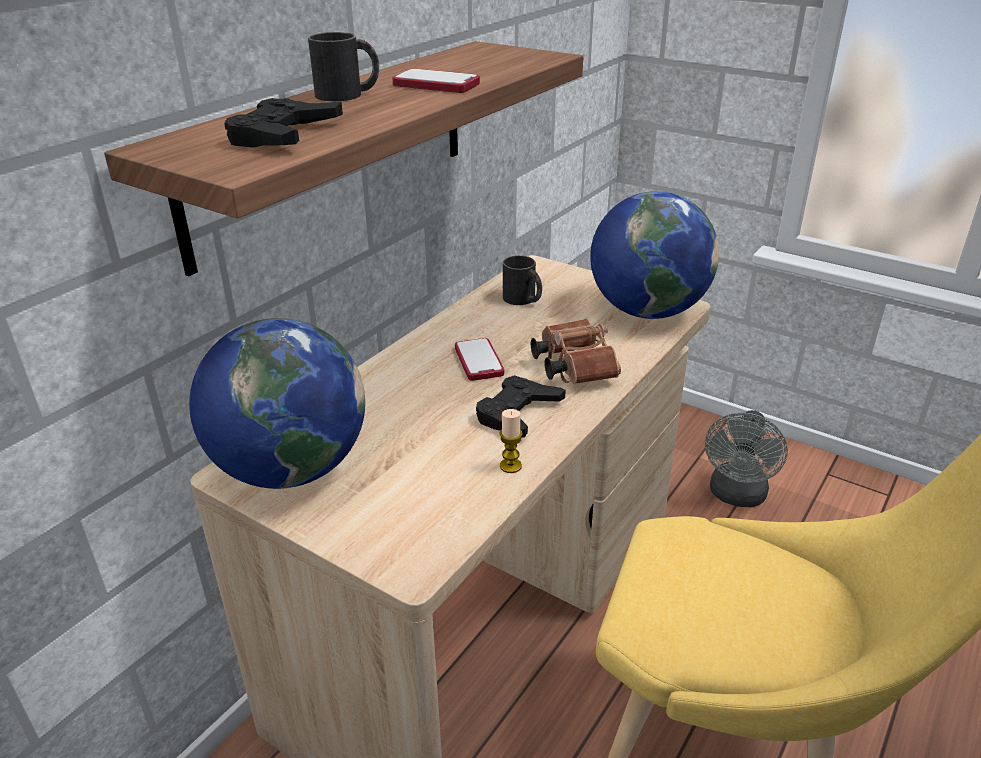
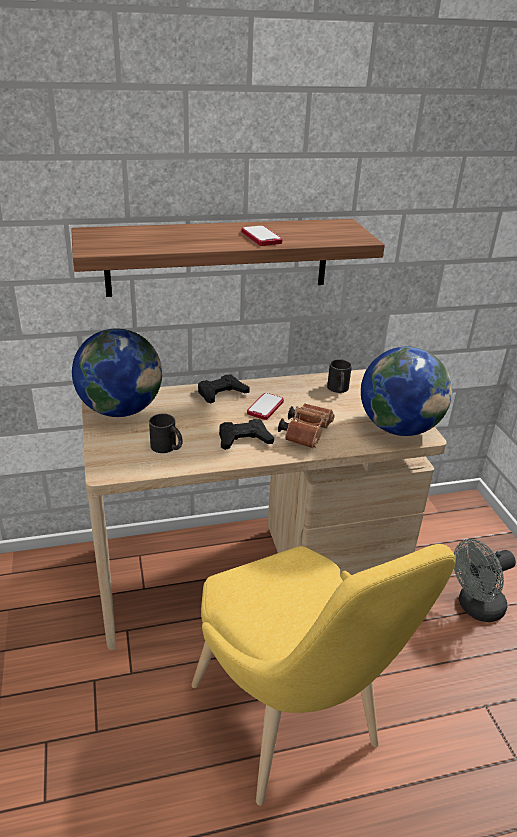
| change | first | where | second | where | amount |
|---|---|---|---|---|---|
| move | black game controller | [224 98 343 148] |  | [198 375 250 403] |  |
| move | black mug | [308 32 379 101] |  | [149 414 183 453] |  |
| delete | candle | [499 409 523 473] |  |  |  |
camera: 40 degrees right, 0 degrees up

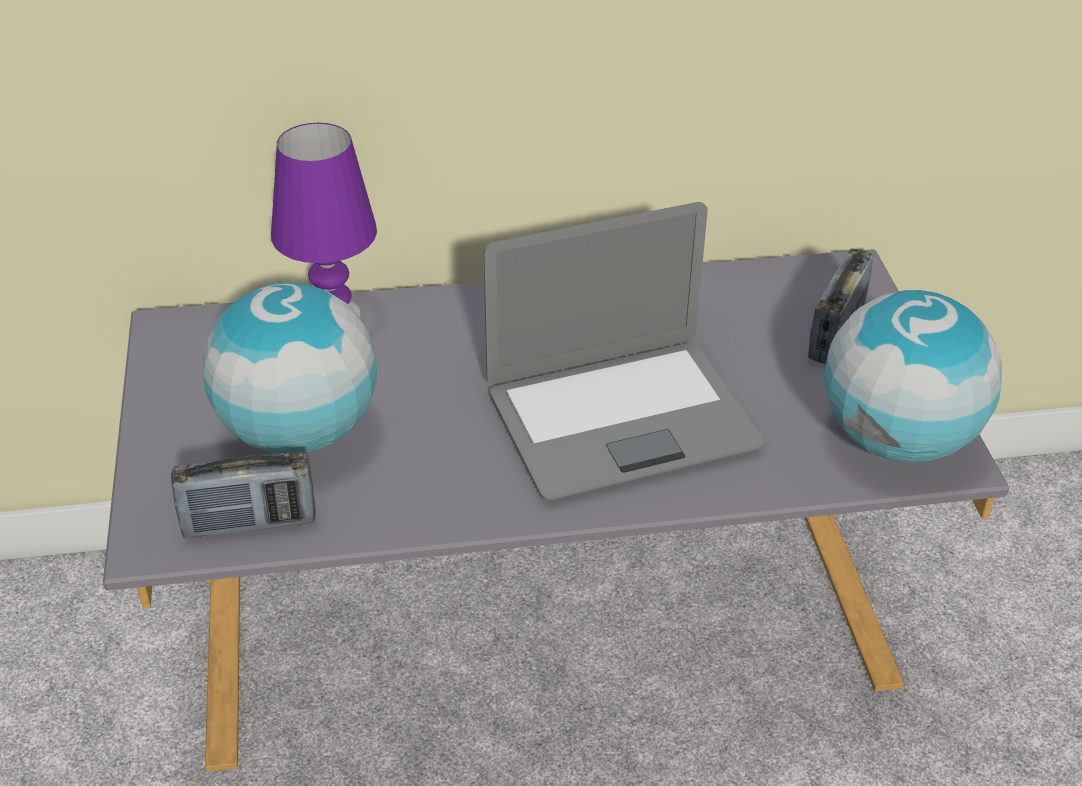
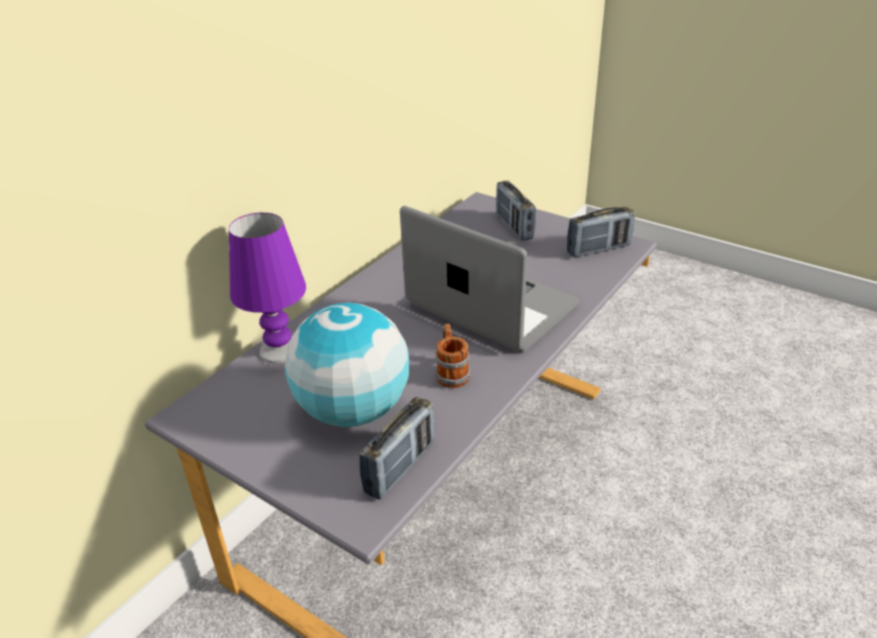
| change | first | where | second | where | amount |
|---|---|---|---|---|---|
| rotate | laptop | [484 202 764 500] |  | [400 206 579 353] | 75 degrees counterclockwise |
| replace | globe | [824 290 1002 463] | radio | [567 207 635 257] |  |
| insert |  |  | mug | [435 324 471 388] |  |
camera: 45 degrees left, 5 degrees down

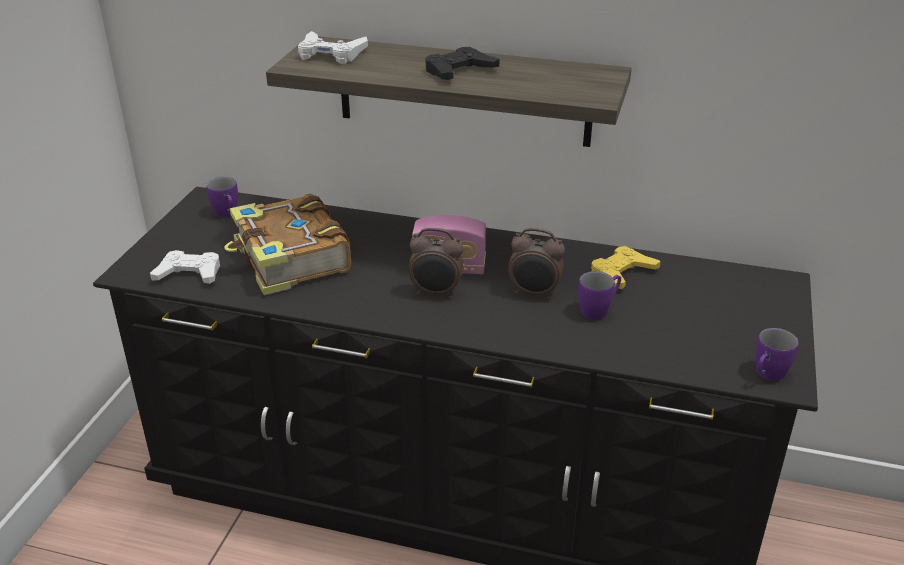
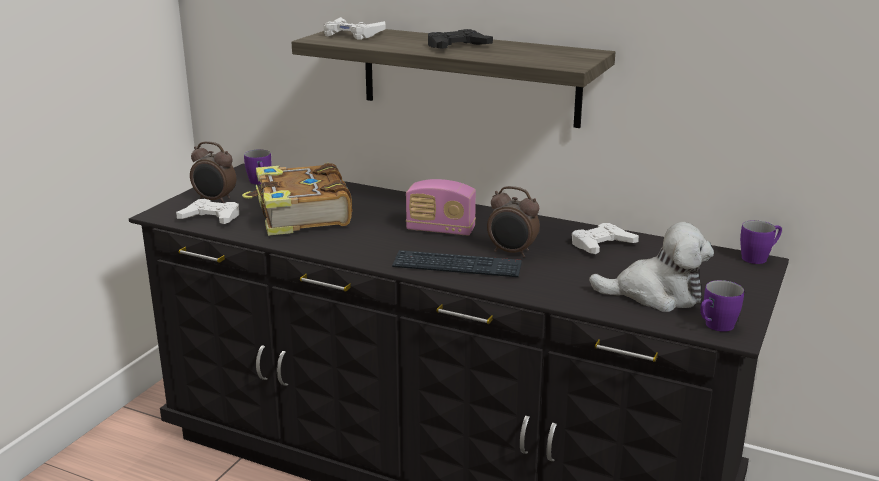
| change | first | where | second | where | amount |
|---|---|---|---|---|---|
| move | alarm clock | [408 228 463 298] |  | [190 141 236 203] |  |
| move | purple mug | [578 271 621 320] |  | [740 220 782 264] |  |
| recolor | yellow game controller | [591 246 661 289] | white game controller | [572 223 639 254] |  |
| insert |  |  | keyboard | [392 250 522 277] |  |
| insert |  |  | plush toy | [589 222 714 312] |  |
camera: 10 degrees right, 10 degrees down

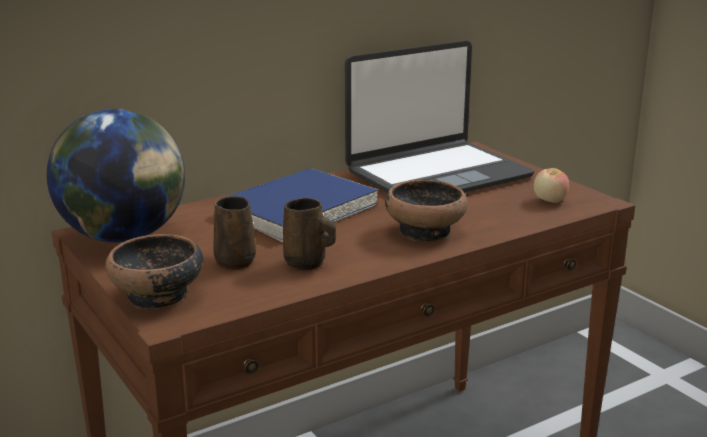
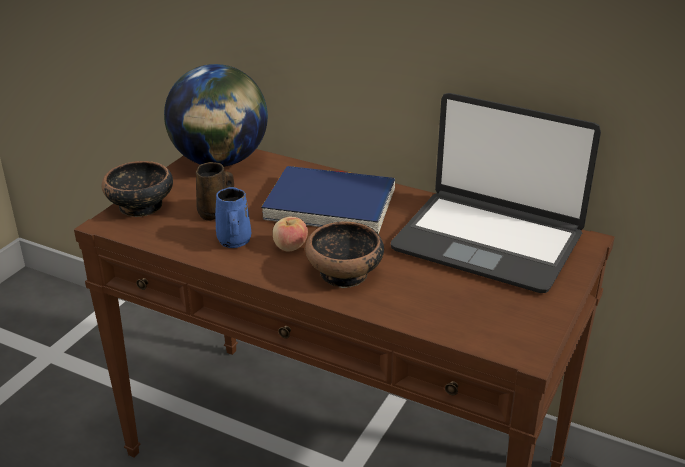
| change | first | where | second | where | amount |
|---|---|---|---|---|---|
| recolor | brown mug | [283 198 336 270] | blue mug | [215 187 251 248] |  |
| move | apple | [534 168 569 203] |  | [273 216 308 252] |  |
camera: 60 degrees right, 10 degrees up

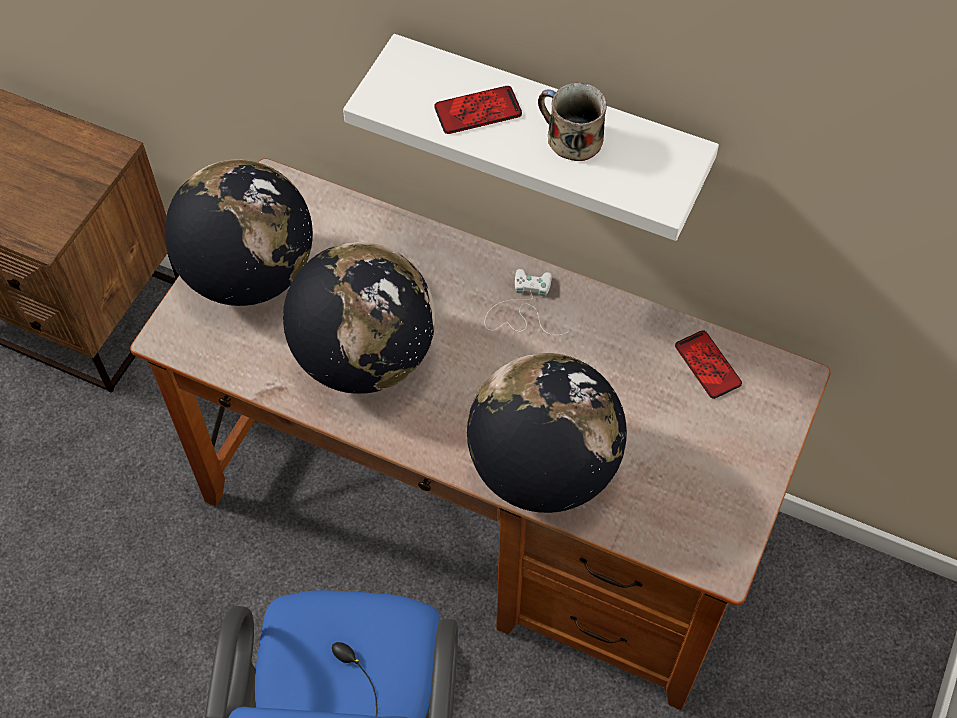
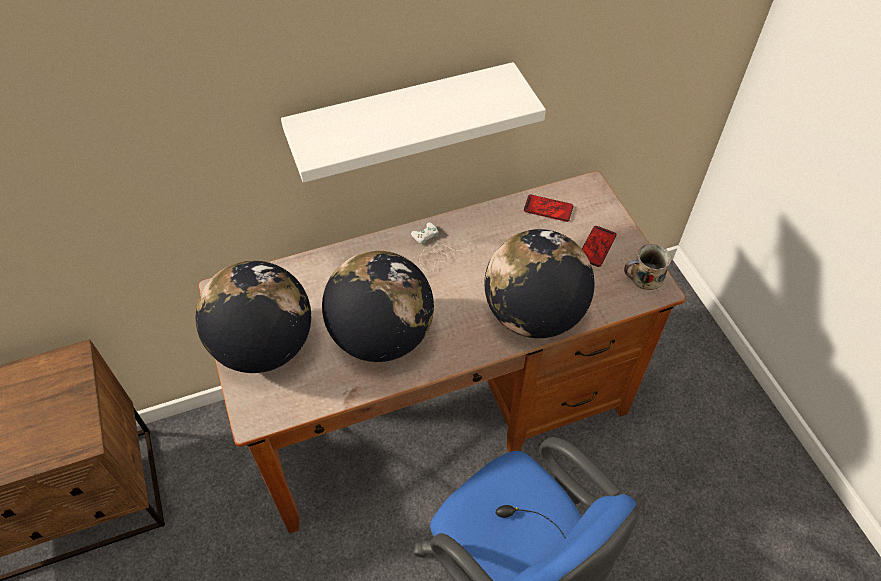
| change | first | where | second | where | amount |
|---|---|---|---|---|---|
| move | phone | [434 86 522 134] |  | [582 226 617 267] |  |
| move | mug | [538 82 607 161] |  | [624 244 671 290] |  |
camera: 45 degrees left, 5 degrees down

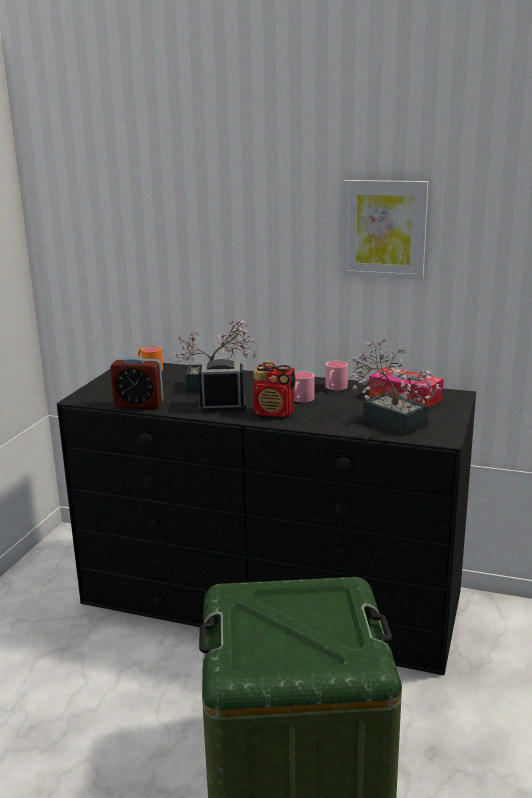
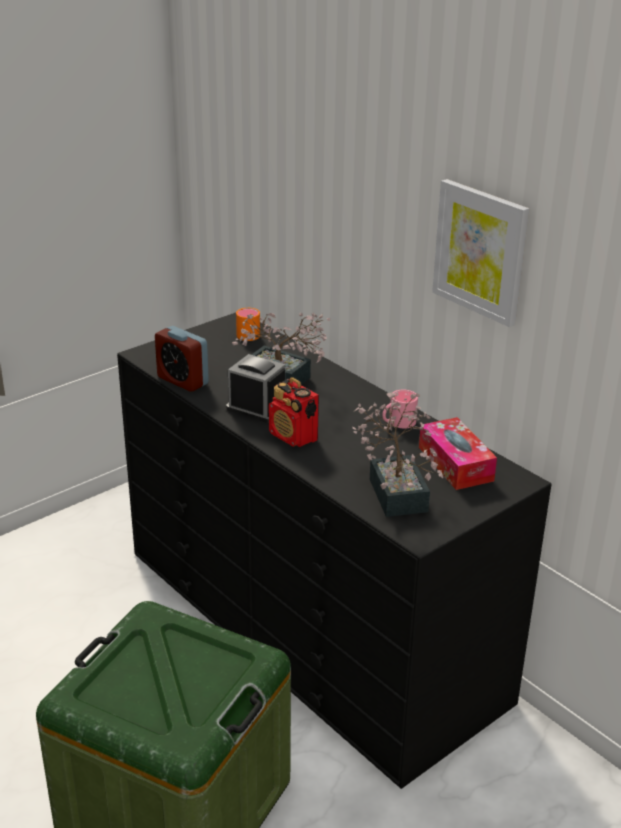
| change | first | where | second | where | amount |
|---|---|---|---|---|---|
| delete | pink mug | [294 371 314 402] |  |  |  |
camera: 30 degrees right, 10 degrees up

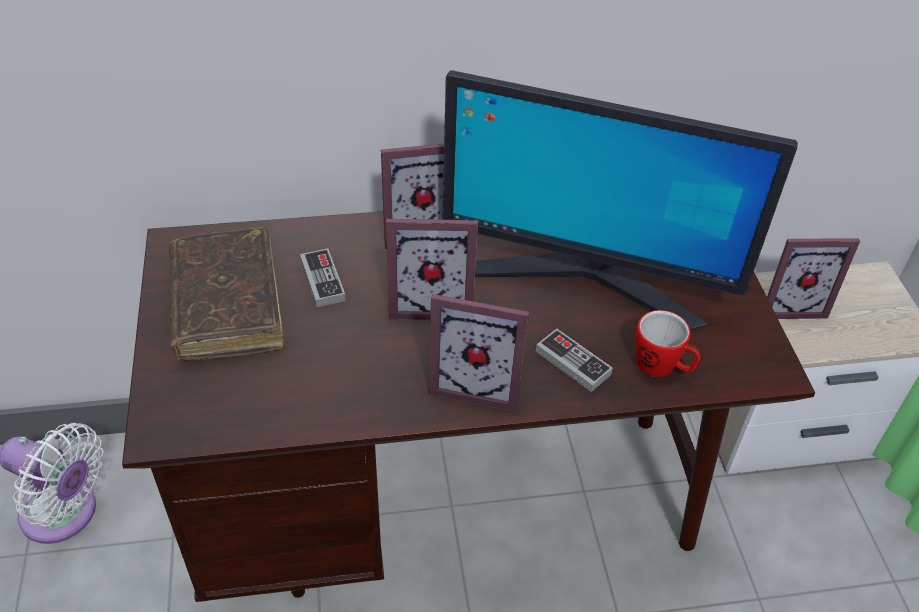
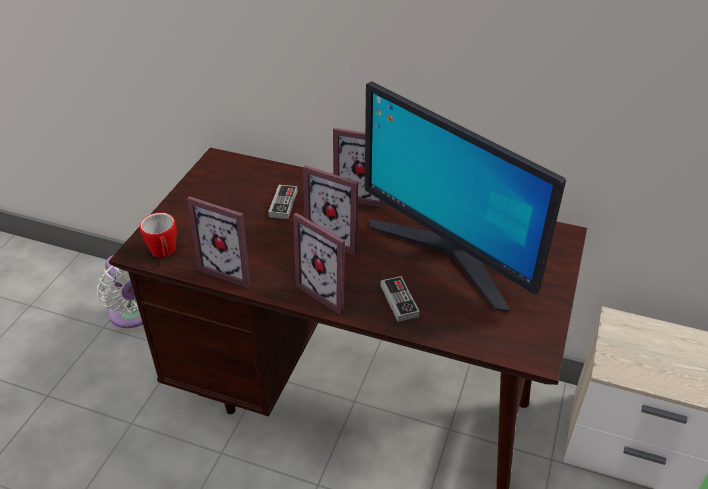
| change | first | where | second | where | amount |
|---|---|---|---|---|---|
| delete | brown book | [169 226 284 361] |  |  |  |
| move | mug | [635 310 702 377] |  | [140 212 177 257] |  |
| move | picture frame | [767 238 860 319] |  | [187 196 251 288] |  |
camera: 30 degrees right, 5 degrees down

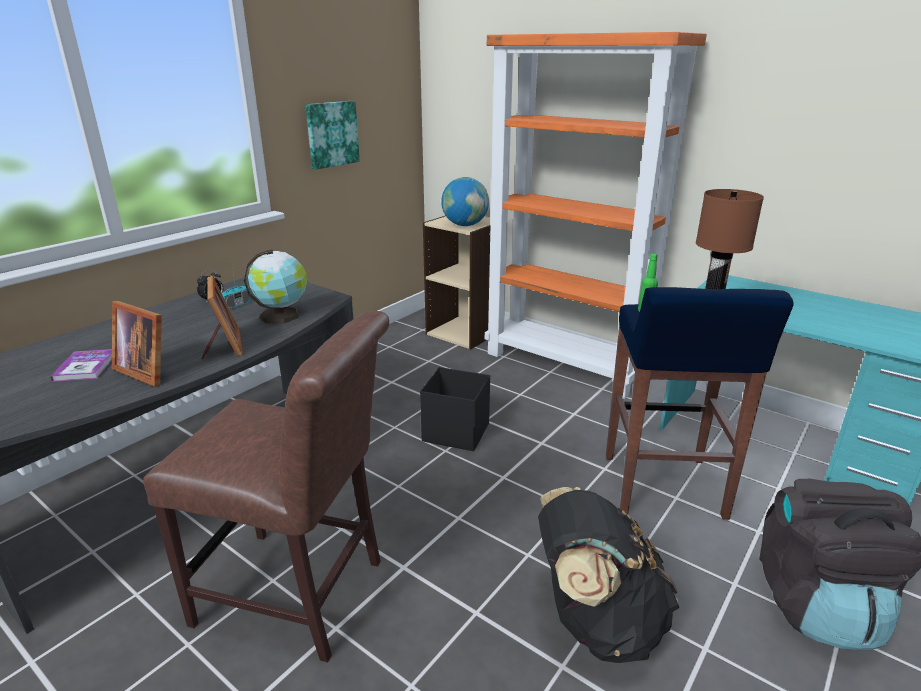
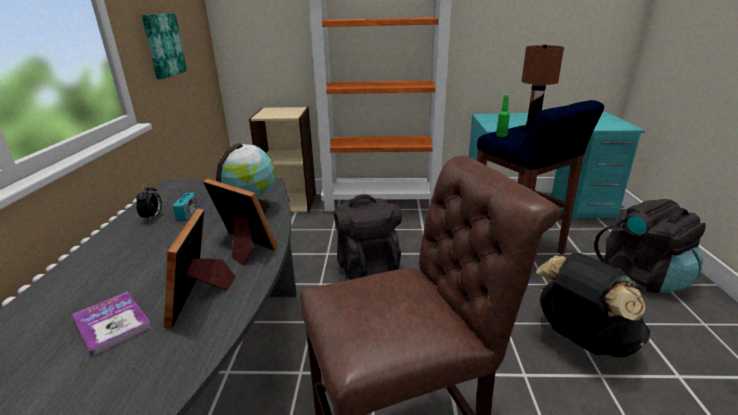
| change | first | where | second | where | amount |
|---|---|---|---|---|---|
| rotate | picture frame | [112 301 162 387] |  | [164 208 236 329] | 90 degrees clockwise |
| replace | black storage box | [420 367 490 451] | black backpack | [333 194 402 280] |  |
| delete | globe | [441 177 489 226] |  |  |  |
camera: 35 degrees left, 0 degrees up

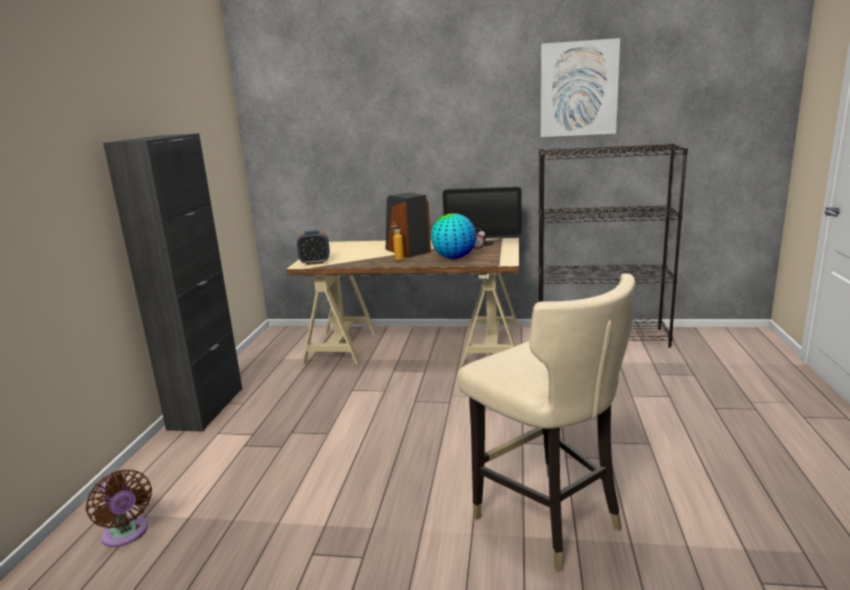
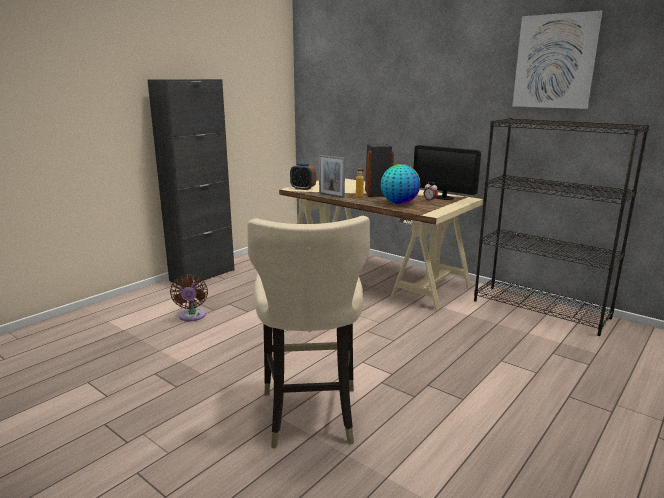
| change | first | where | second | where | amount |
|---|---|---|---|---|---|
| move | brown fan | [86 469 152 547] |  | [170 275 208 321] |  |
| insert |  |  | picture frame | [319 155 345 198] |  |
camera: 30 degrees right, 0 degrees up

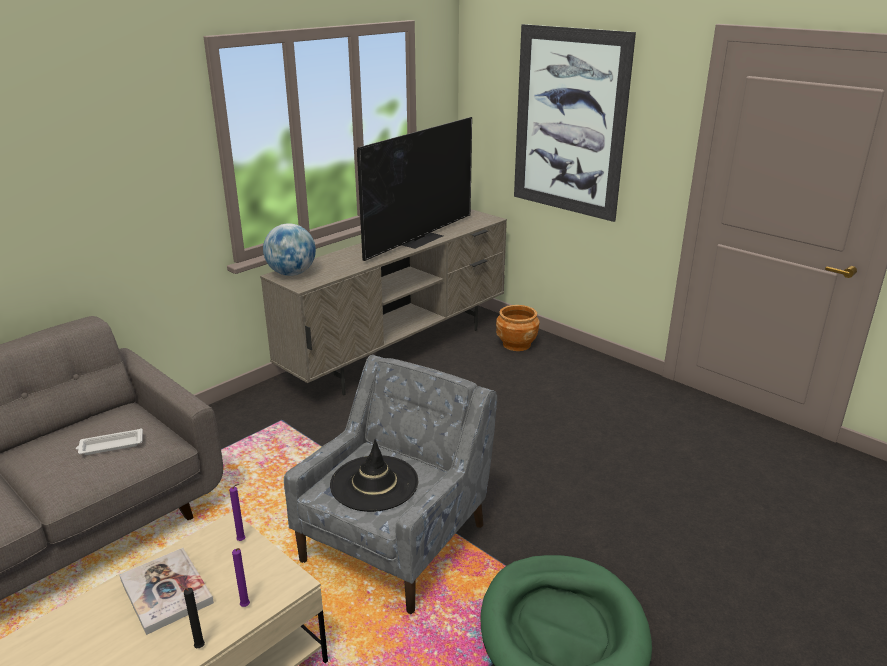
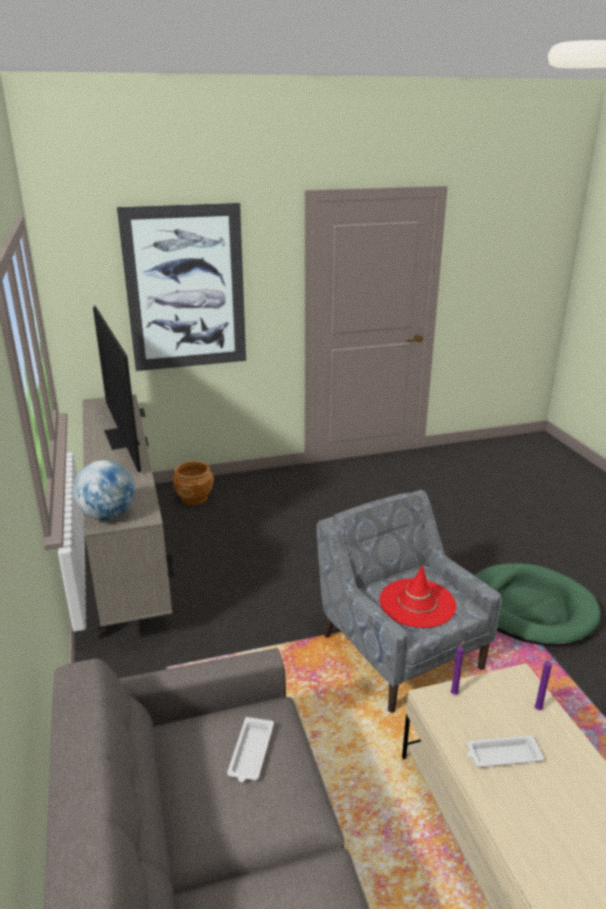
| change | first | where | second | where | amount |
|---|---|---|---|---|---|
| replace | book | [119 548 214 635] | white tray | [467 735 544 767] |  |
| delete | black candle | [178 583 205 648] |  |  |  |
| recolor | black hat | [330 439 418 512] | red hat | [380 564 456 628] |  |
camera: 60 degrees left, 0 degrees up

